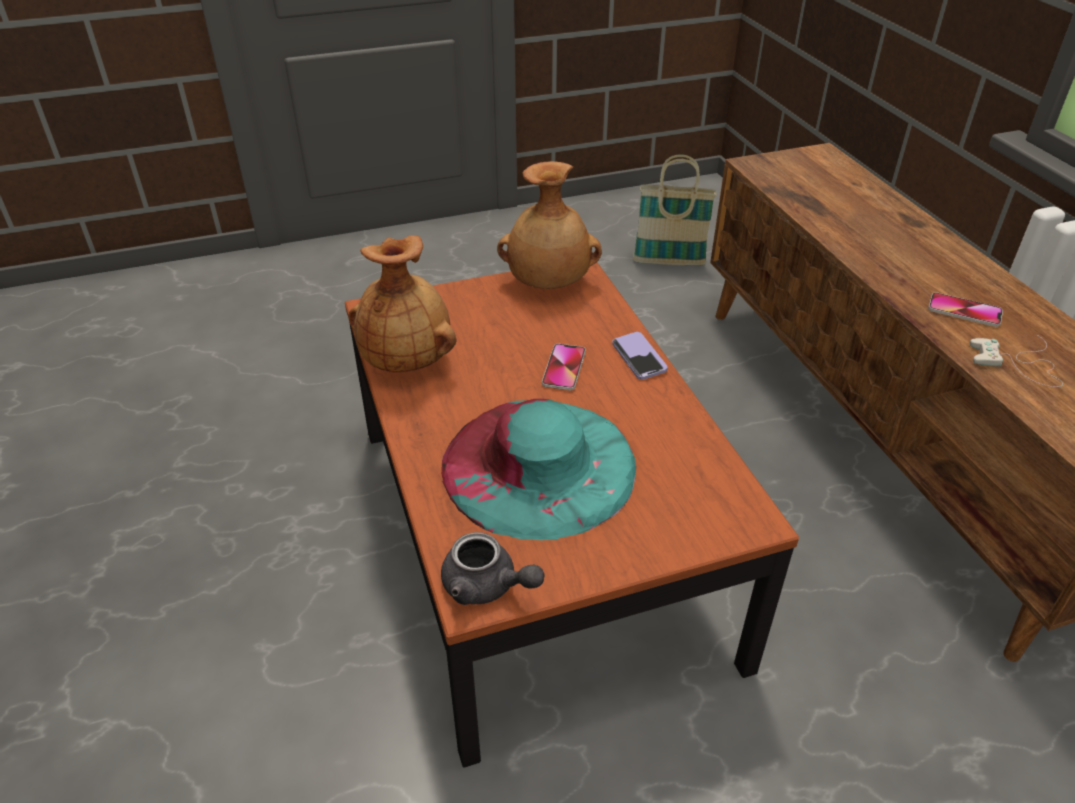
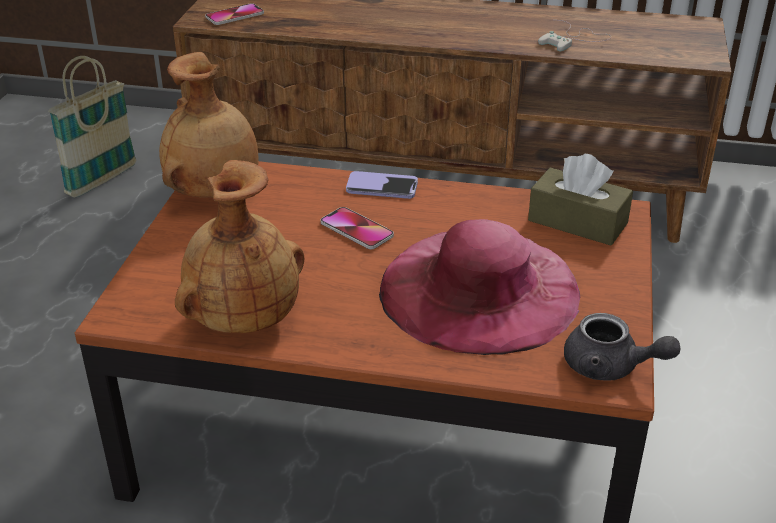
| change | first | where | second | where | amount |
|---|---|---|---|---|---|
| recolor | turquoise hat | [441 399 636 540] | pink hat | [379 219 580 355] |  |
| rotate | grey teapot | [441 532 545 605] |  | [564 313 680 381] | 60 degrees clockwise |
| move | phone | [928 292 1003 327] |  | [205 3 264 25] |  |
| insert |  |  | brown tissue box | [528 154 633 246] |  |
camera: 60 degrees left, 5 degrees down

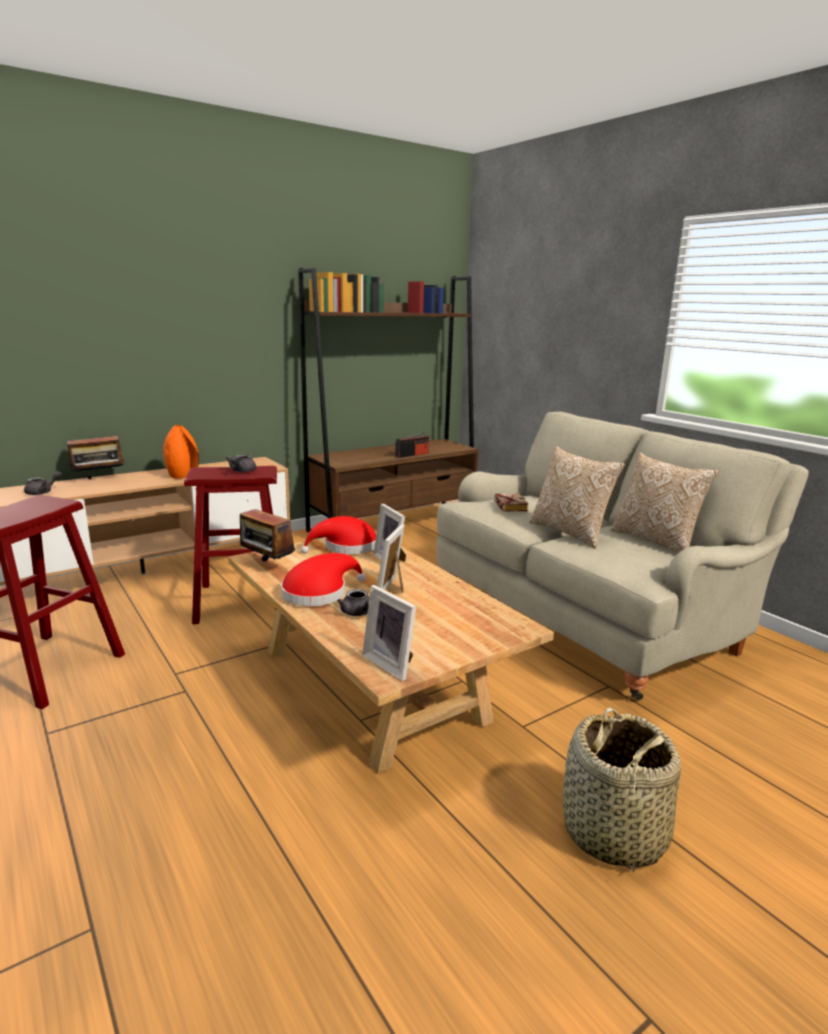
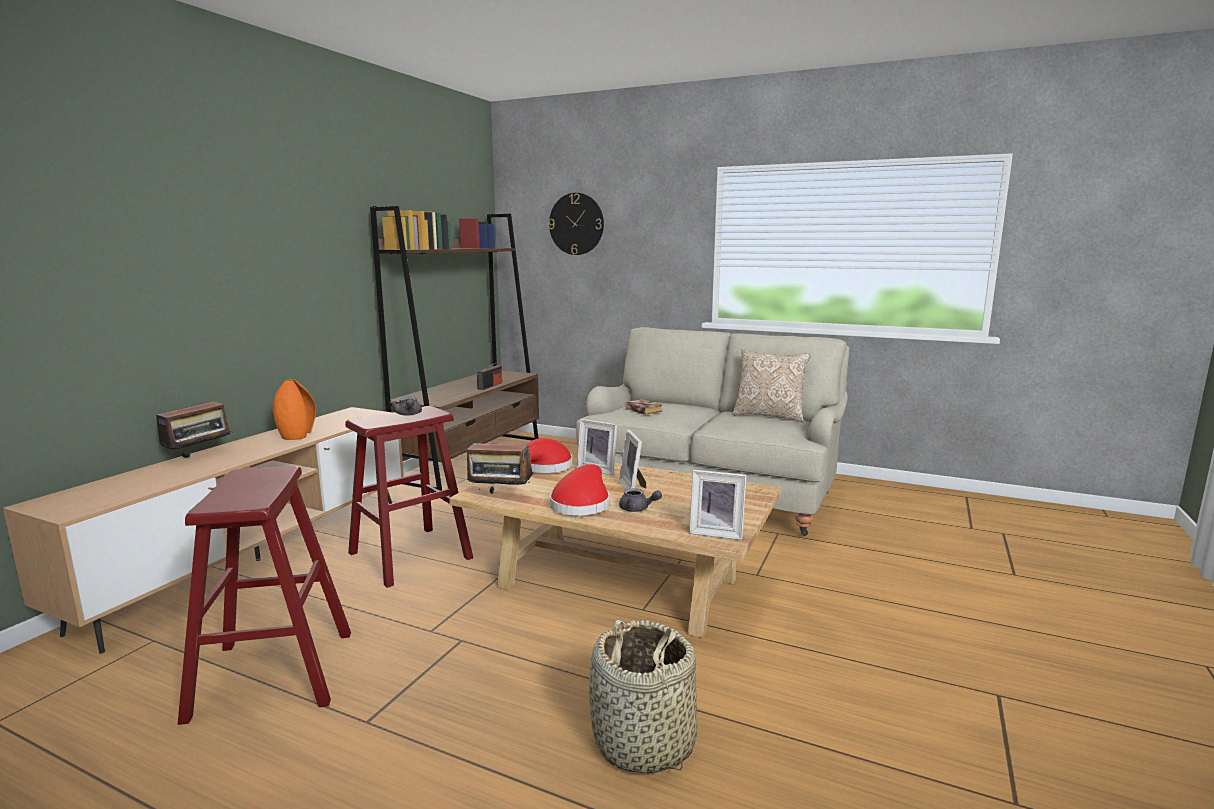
| change | first | where | second | where | amount |
|---|---|---|---|---|---|
| delete | grey teapot | [24 471 62 495] |  |  |  |
| delete | pillow | [529 446 625 549] |  |  |  |
| move | basket | [563 707 681 873] |  | [589 620 697 774] |  |
| insert |  |  | wall clock | [548 193 604 255] |  |
camera: 30 degrees left, 5 degrees down

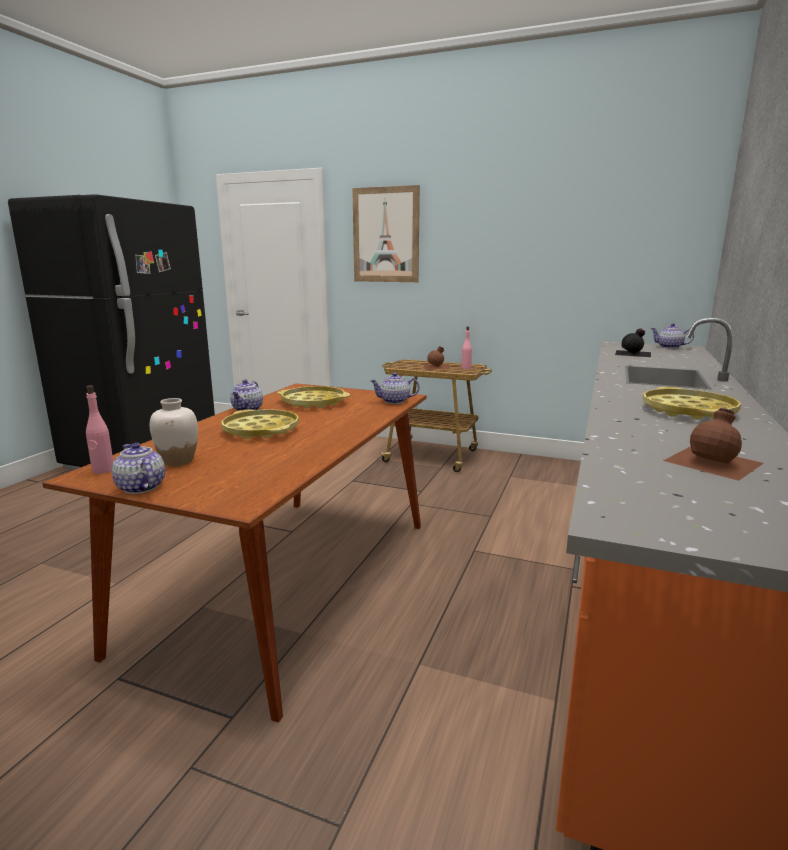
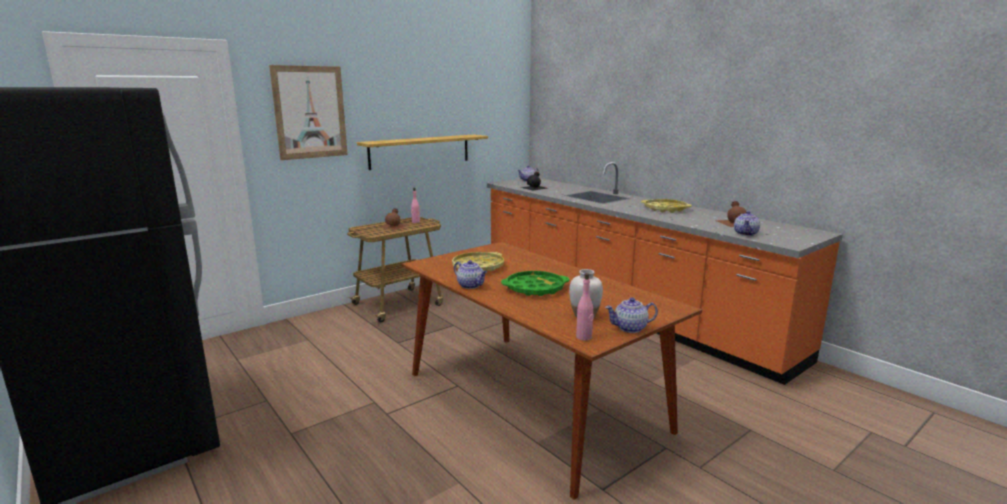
| change | first | where | second | where | amount |
|---|---|---|---|---|---|
| recolor | yellow tray | [221 409 299 439] | green tray | [501 271 569 296] |  |
| move | teapot | [370 373 420 404] |  | [734 211 760 236] |  |
| insert |  |  | shelf | [357 134 488 170] |  |
camera: 60 degrees left, 0 degrees up

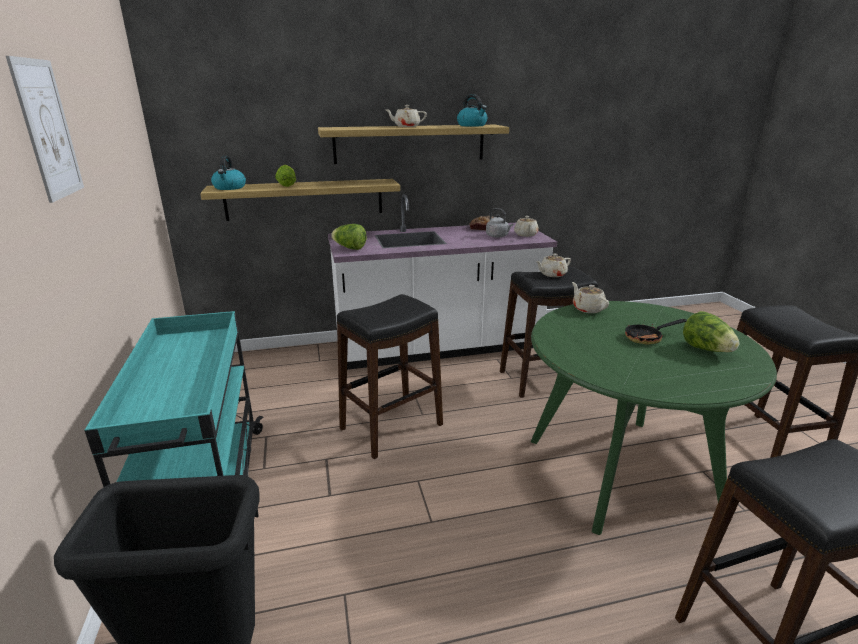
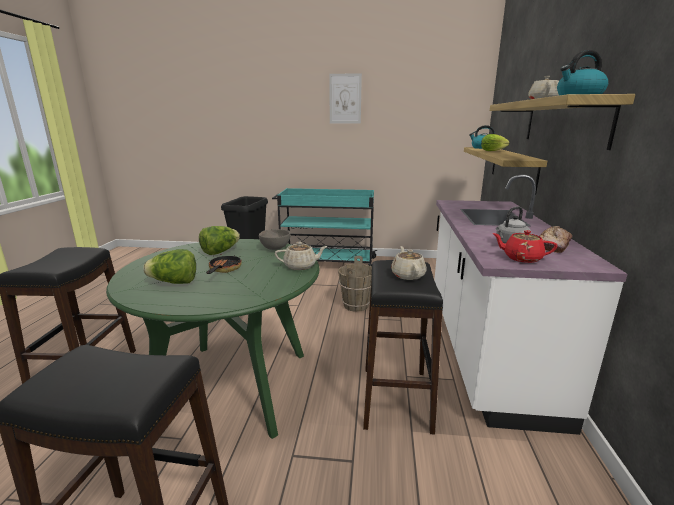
| change | first | where | second | where | amount |
|---|---|---|---|---|---|
| move | lettuce | [331 224 367 250] |  | [199 226 240 255] |  |
| replace | black stool | [337 294 443 459] | brown bucket | [338 256 372 312] |  |
| recolor | beige teapot | [514 216 539 237] | red teapot | [492 230 557 263] |  |
| insert |  |  | grey bowl | [259 229 291 250] |  |
camera: 110 degrees right, 5 degrees down

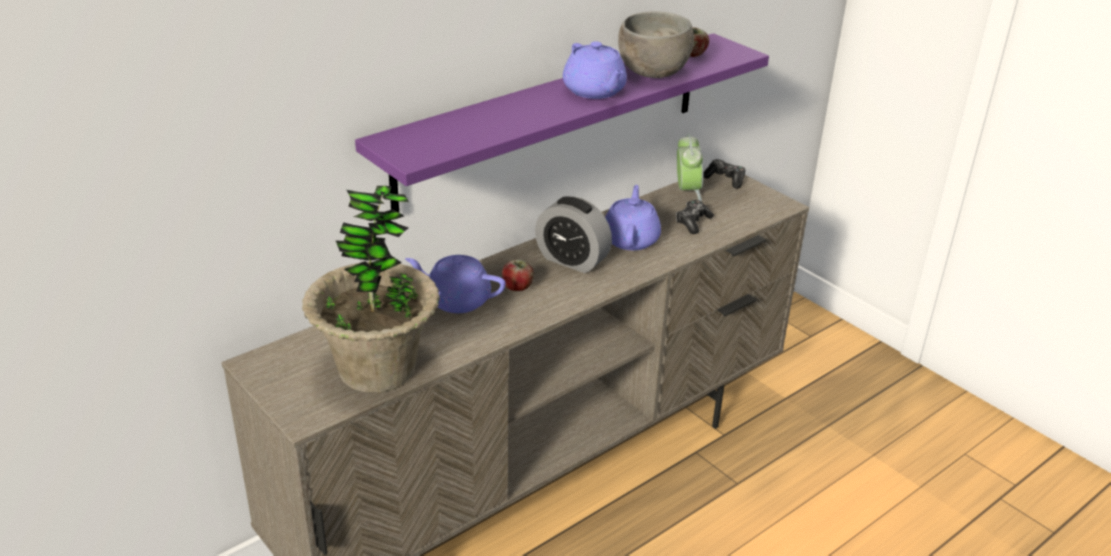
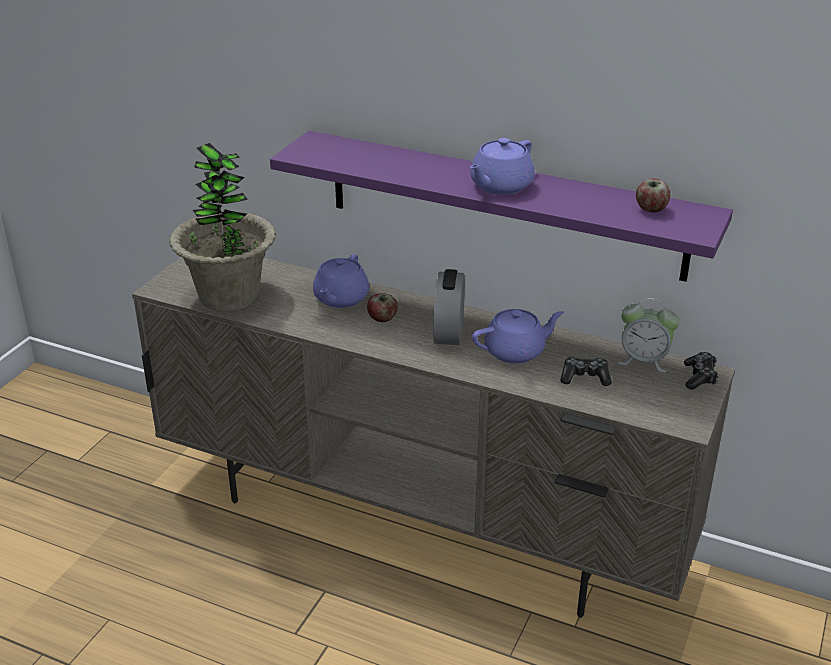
| change | first | where | second | where | amount |
|---|---|---|---|---|---|
| rotate | purple teapot | [405 255 506 313] |  | [313 254 369 308] | 150 degrees counterclockwise |
| delete | grey bowl | [618 11 694 78] |  |  |  |
| rotate | alarm clock | [677 133 703 201] |  | [618 298 680 372] | 45 degrees clockwise |
camera: 65 degrees right, 0 degrees up

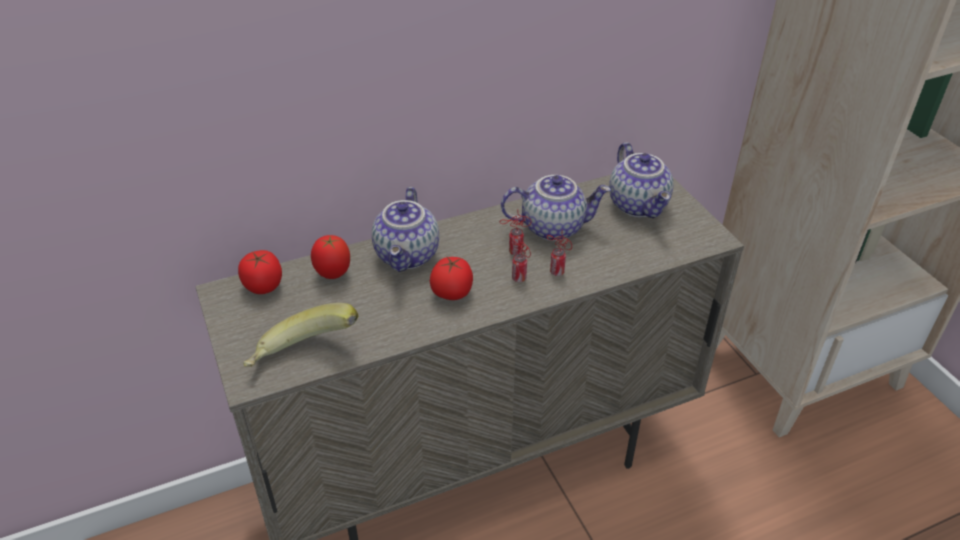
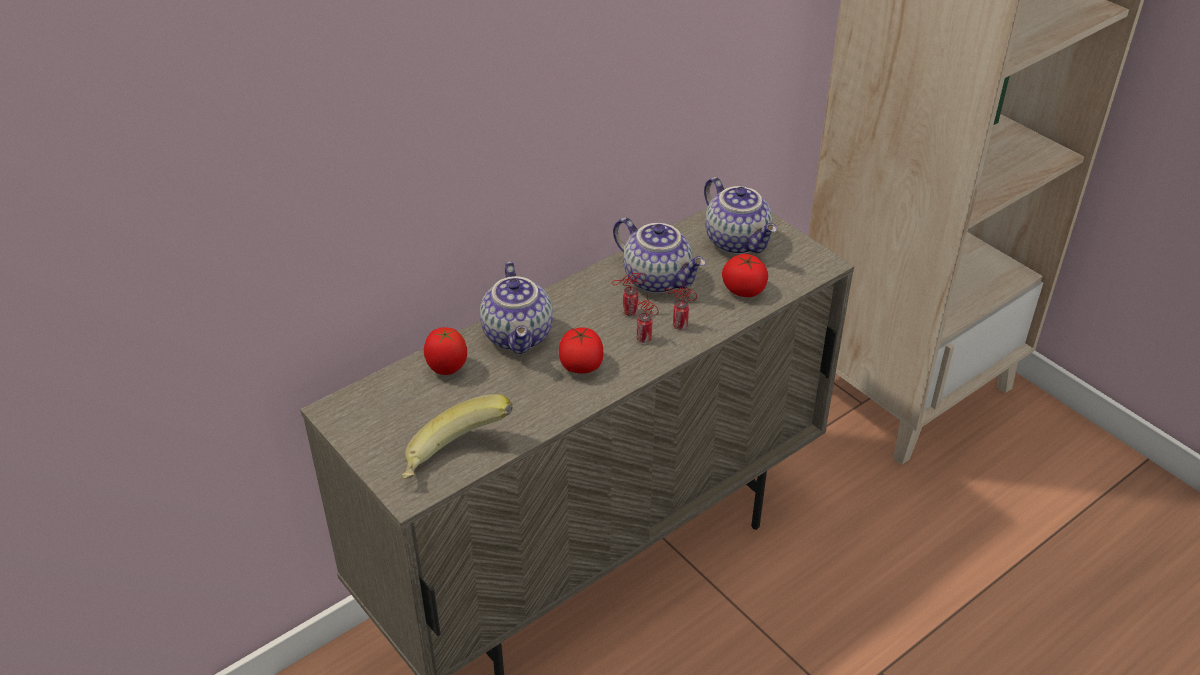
| change | first | where | second | where | amount |
|---|---|---|---|---|---|
| move | tomato | [238 250 282 294] |  | [722 254 768 297] |  |
| rotate | teapot | [501 175 611 241] |  | [613 218 706 294] | 60 degrees clockwise |
camera: 15 degrees left, 0 degrees up

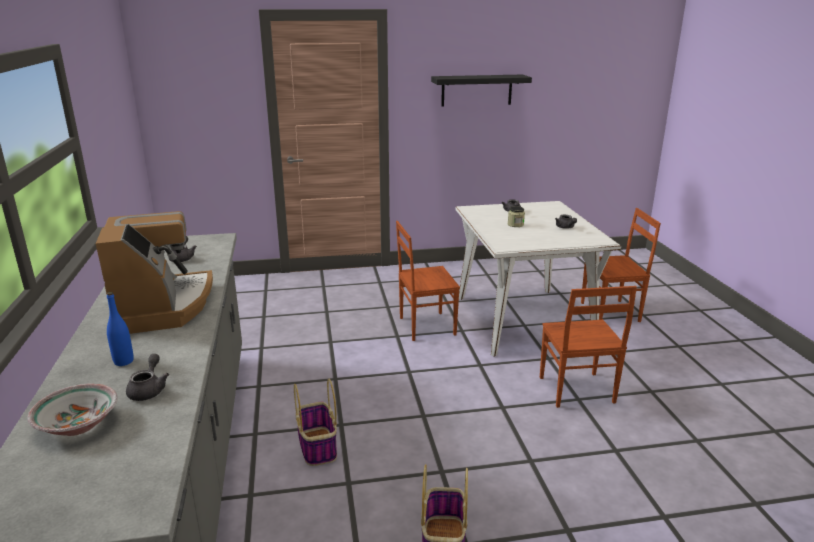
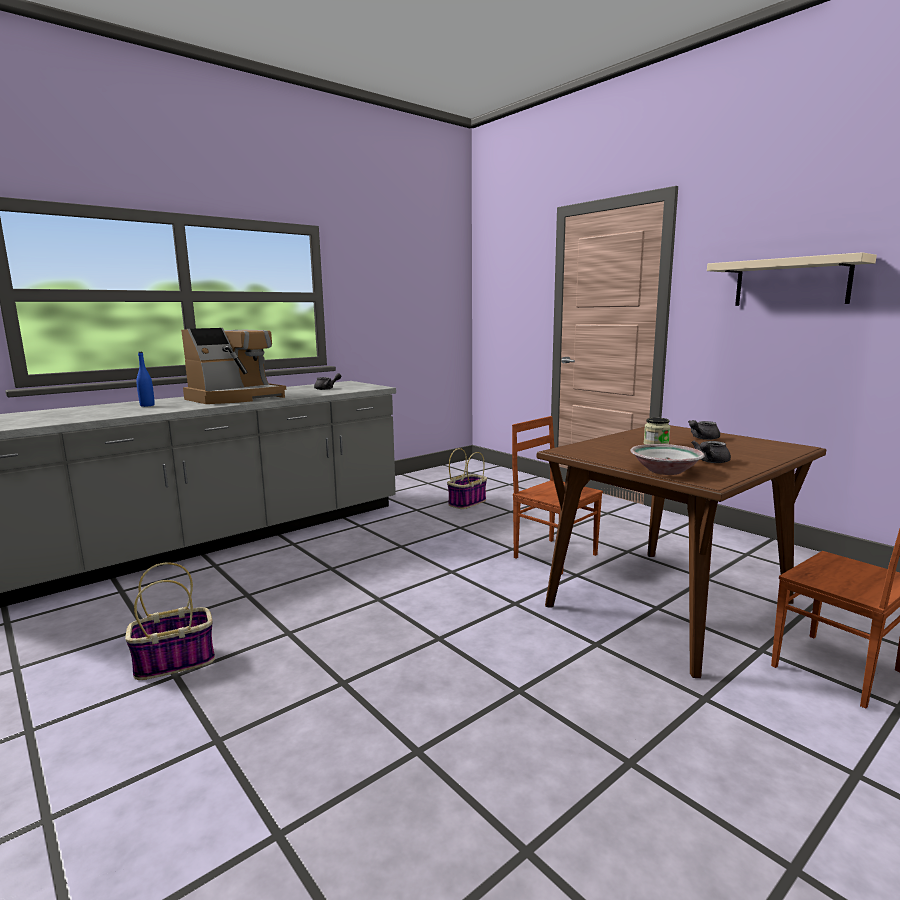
| change | first | where | second | where | amount |
|---|---|---|---|---|---|
| move | bowl | [27 384 118 436] |  | [630 444 705 475] |  |
| delete | grey teapot | [126 354 169 401] |  |  |  |
| move | basket | [294 379 337 466] |  | [447 448 487 509] |  |
| recolor | black shelf | [431 75 532 107] | beige shelf | [707 252 877 306] |  |
| recolor | white dining table | [455 201 621 357] | brown dining table | [537 425 826 678] |  |
| delete | brown chair | [540 286 637 408] |  |  |  |
camera: 60 degrees right, 10 degrees down

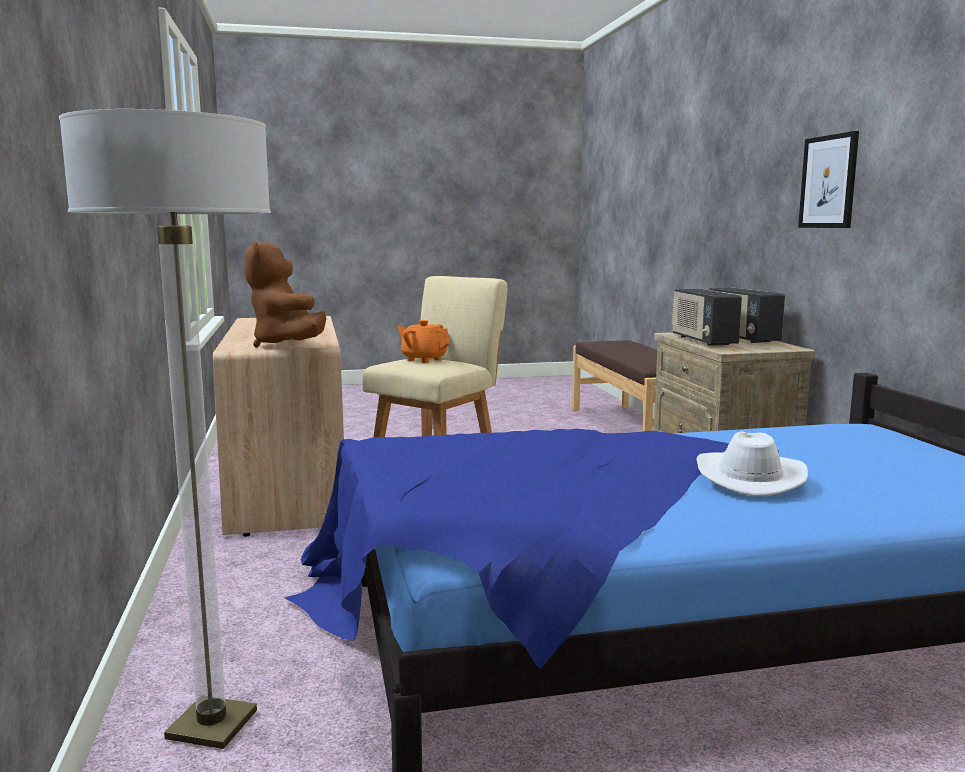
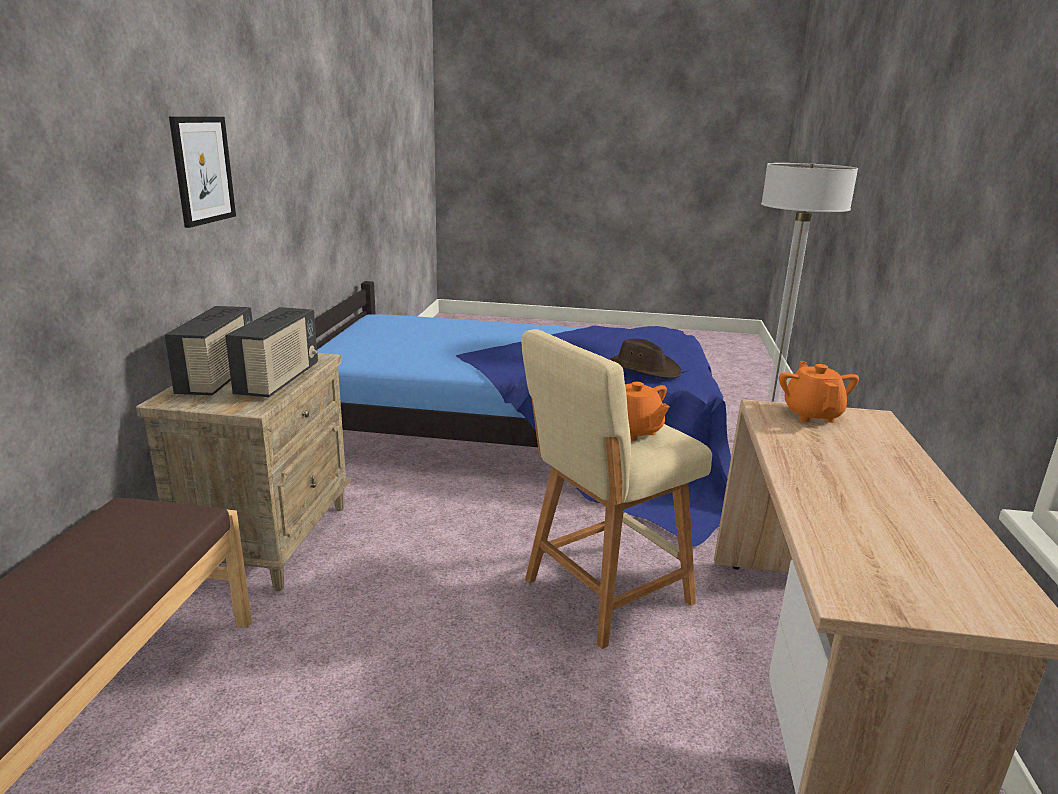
| change | first | where | second | where | amount |
|---|---|---|---|---|---|
| replace | brown plush toy | [244 241 326 348] | orange teapot | [779 362 859 423] |  |
| delete | white hat | [697 431 808 497] |  |  |  |
| insert |  |  | brown hat | [609 339 682 378] |  |
camera: 160 degrees left, 10 degrees up

